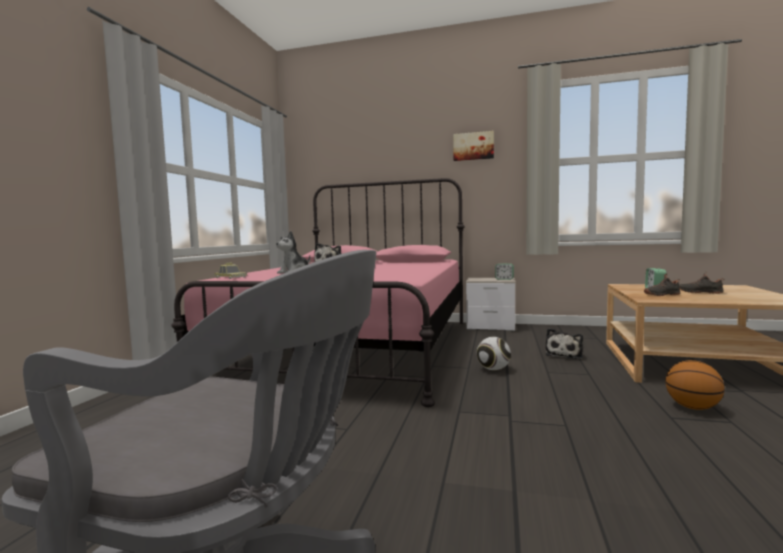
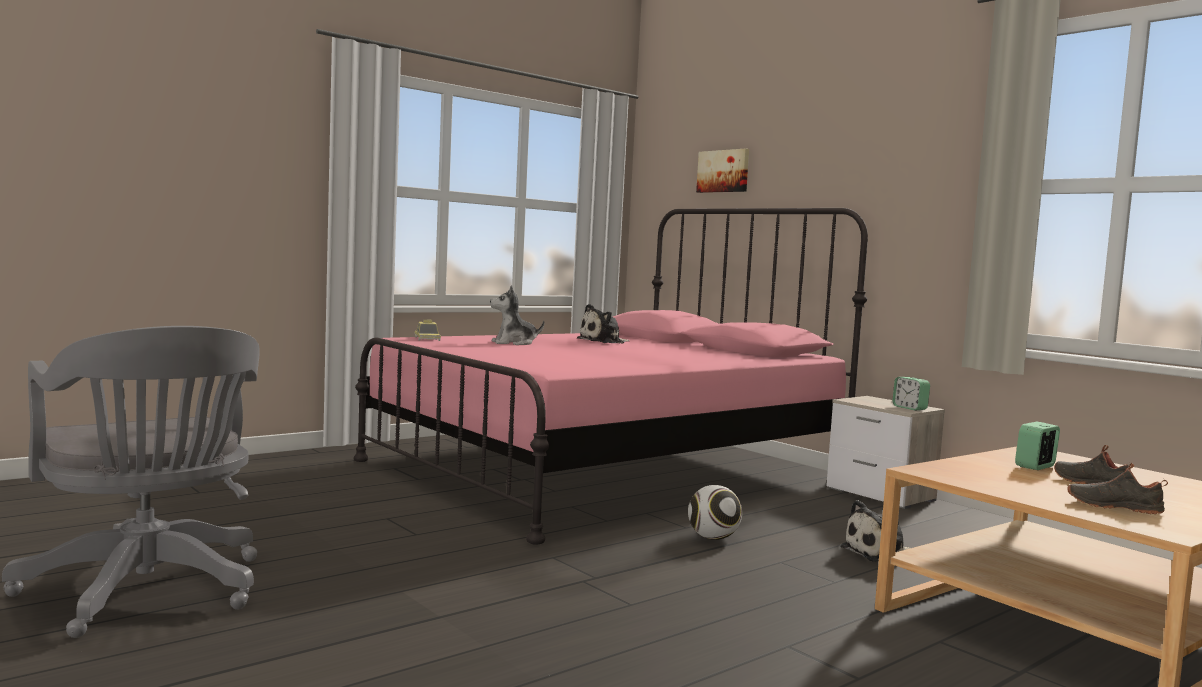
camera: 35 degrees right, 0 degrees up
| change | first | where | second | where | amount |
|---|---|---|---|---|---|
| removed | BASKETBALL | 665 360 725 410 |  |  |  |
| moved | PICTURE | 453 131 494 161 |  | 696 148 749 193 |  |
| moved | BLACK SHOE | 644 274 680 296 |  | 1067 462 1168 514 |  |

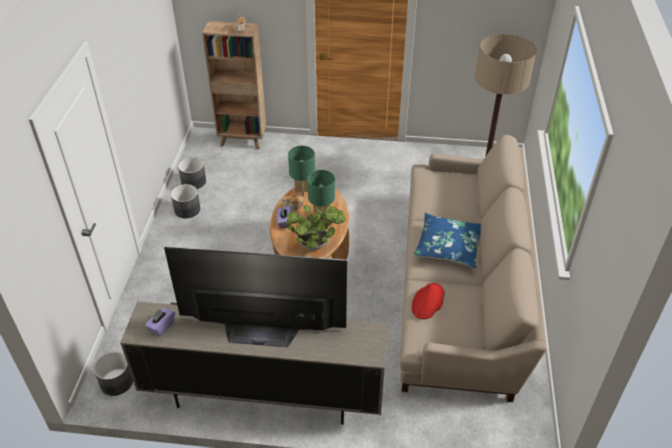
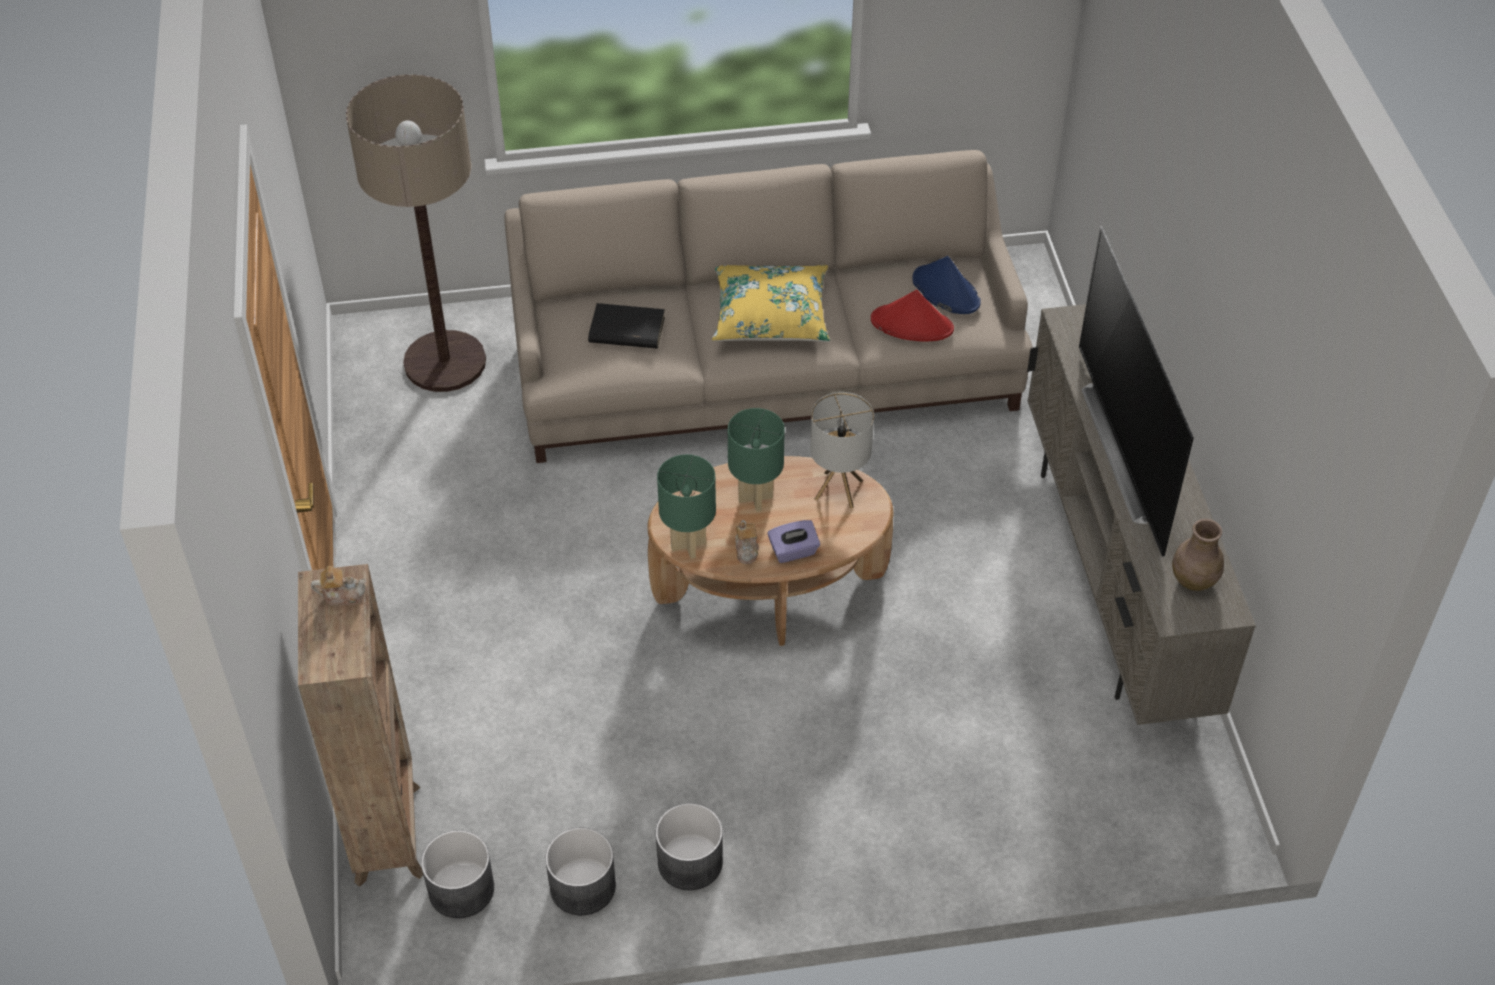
camera: 105 degrees left, 5 degrees up
| change | first | where | second | where | amount |
|---|---|---|---|---|---|
| added |  |  | BLACK BOOK | 588 303 665 349 |  |
| added |  |  | BLUE HAT | 912 256 981 314 |  |
| moved | GREY PLANTER | 94 352 133 396 |  | 421 830 494 918 |  |
| replaced | PURPLE TISSUE BOX | 145 308 175 337 | BROWN VASE | 1172 519 1224 591 |  |
| replaced | POTTED PLANT | 286 205 345 251 | TABLE LAMP | 810 392 874 509 |  |
| recoloured | BLUE PILLOW | 414 213 481 269 | YELLOW PILLOW | 712 265 830 342 |  |

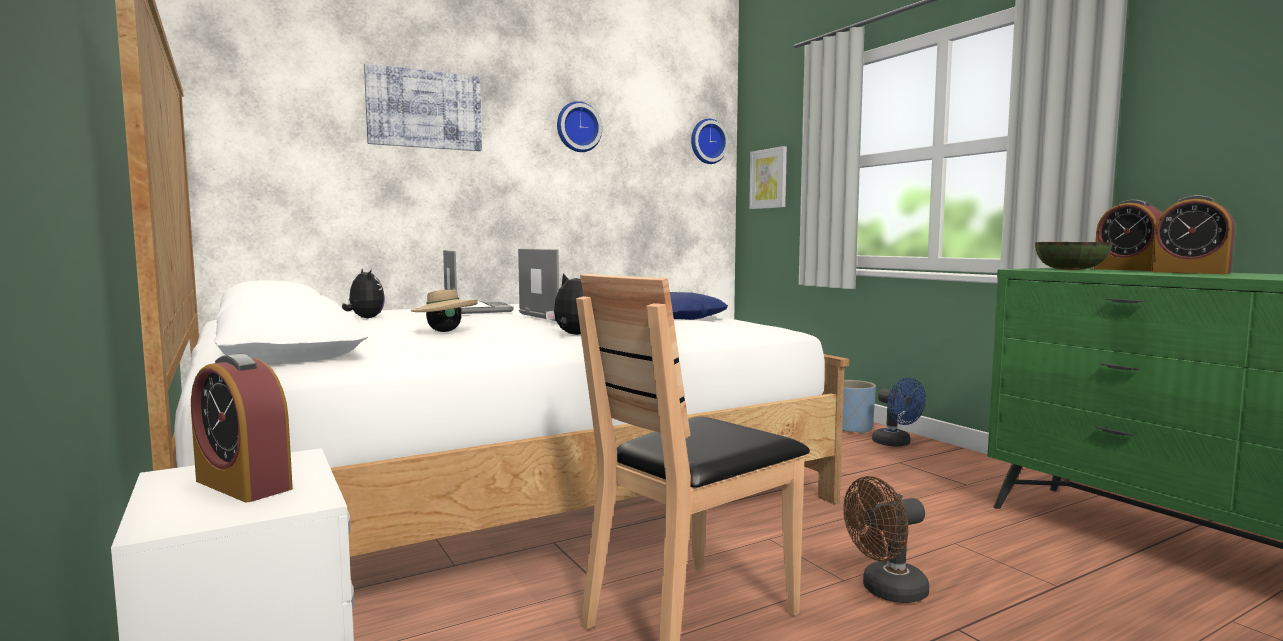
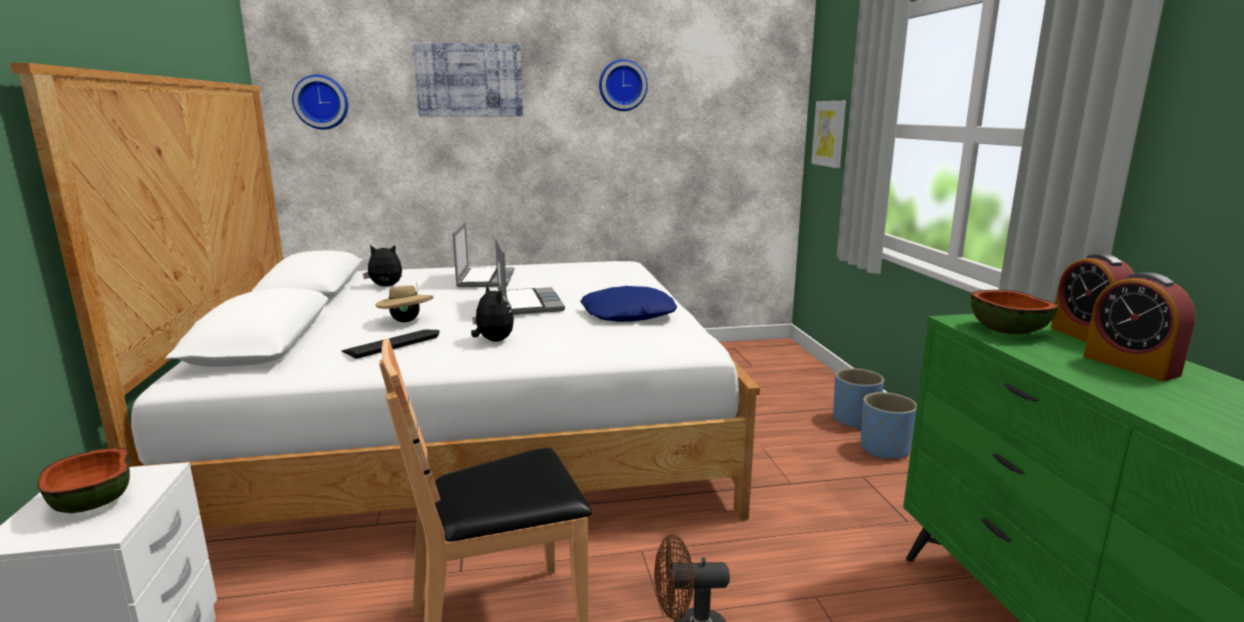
camera: 20 degrees right, 10 degrees up
| change | first | where | second | where | amount |
|---|---|---|---|---|---|
| added |  |  | KEYBOARD | 341 329 440 359 |  |
| moved | WALL CLOCK | 691 119 729 164 |  | 292 75 348 130 |  |
| replaced | ALARM CLOCK | 191 354 293 502 | BOWL | 37 447 130 513 |  |
| replaced | BLUE FAN | 872 378 926 447 | BLUE PLANTER | 860 392 917 459 |  |
| turned | PLUSH TOY | 342 268 385 318 |  | 363 244 402 286 | 75 degrees counterclockwise |

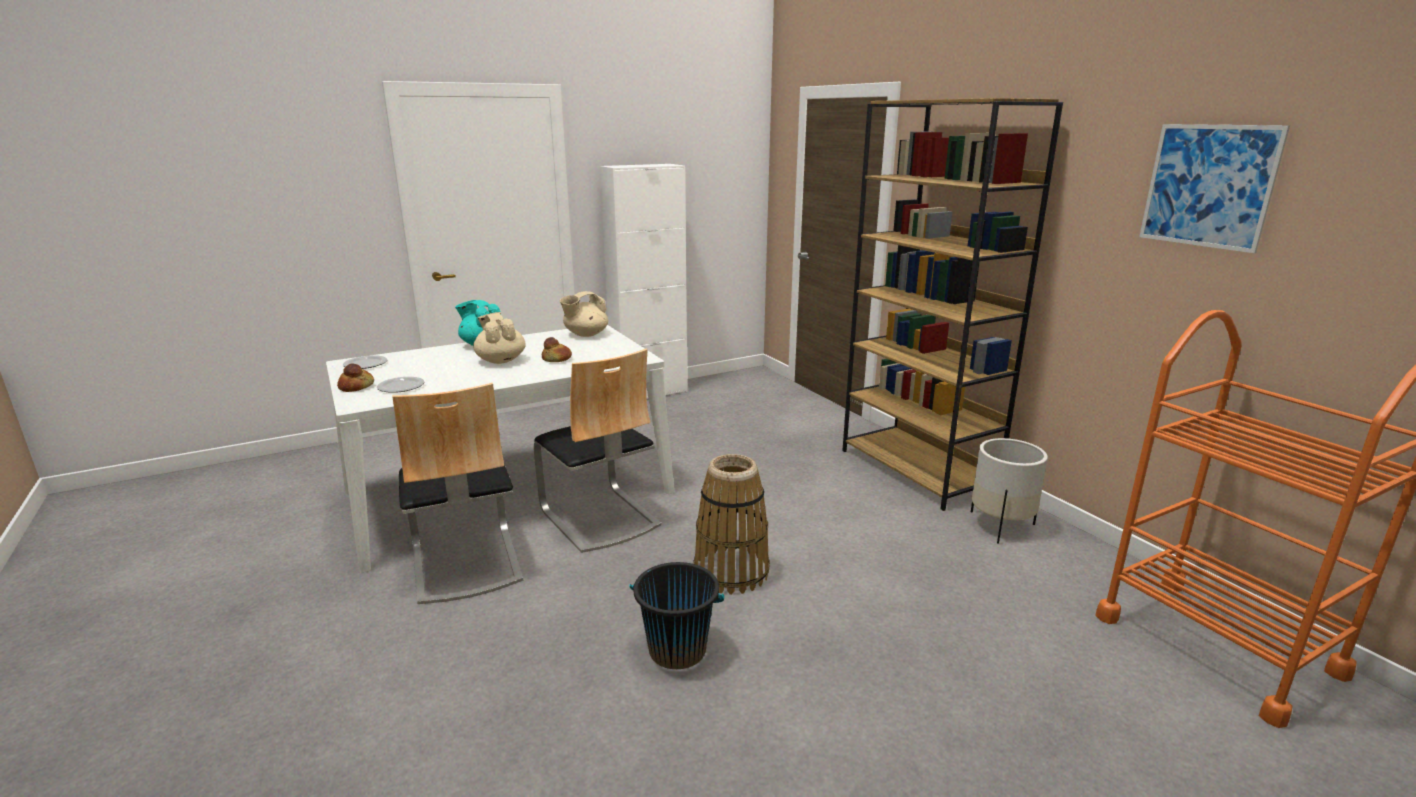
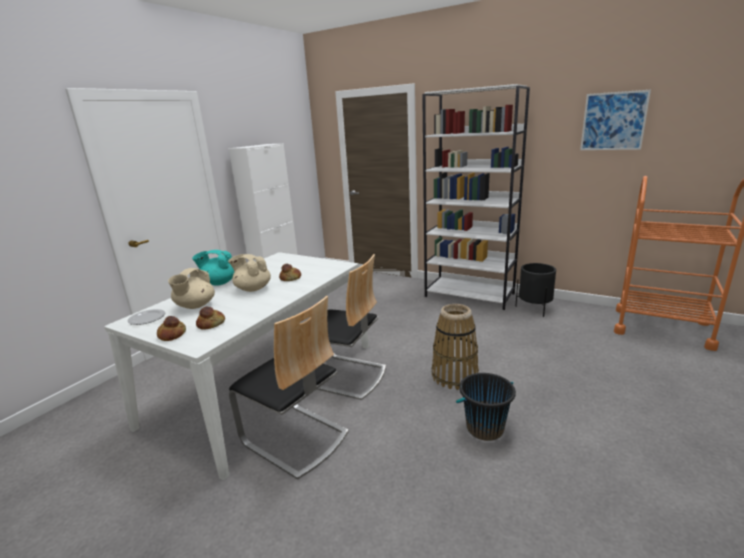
camera: 30 degrees left, 0 degrees up
| change | first | where | second | where | amount |
|---|---|---|---|---|---|
| moved | BEIGE TEAPOT | 560 291 608 337 |  | 168 268 215 309 |  |
| replaced | PLATE | 377 377 425 392 | BREAD | 196 306 225 329 |  |
| recoloured | BROWN BOOKCASE | 842 98 1063 511 | WHITE BOOKCASE | 422 84 530 310 |  |
| recoloured | WHITE PLANTER | 971 438 1048 544 | BLACK PLANTER | 515 263 556 317 |  |

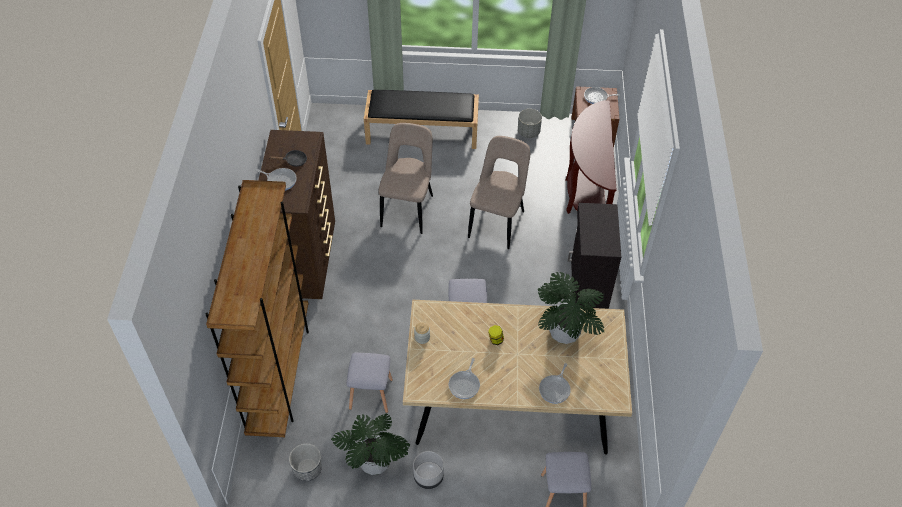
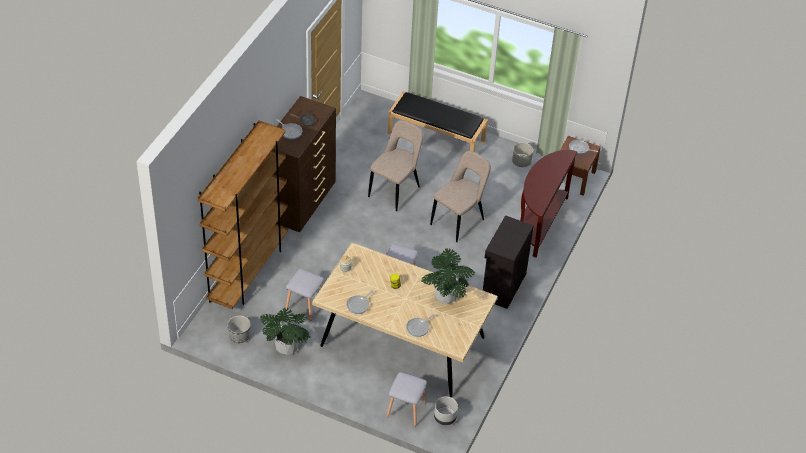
camera: 20 degrees right, 5 degrees down
| change | first | where | second | where | amount |
|---|---|---|---|---|---|
| moved | GREY PLANTER | 413 451 444 489 |  | 434 396 458 425 |  |

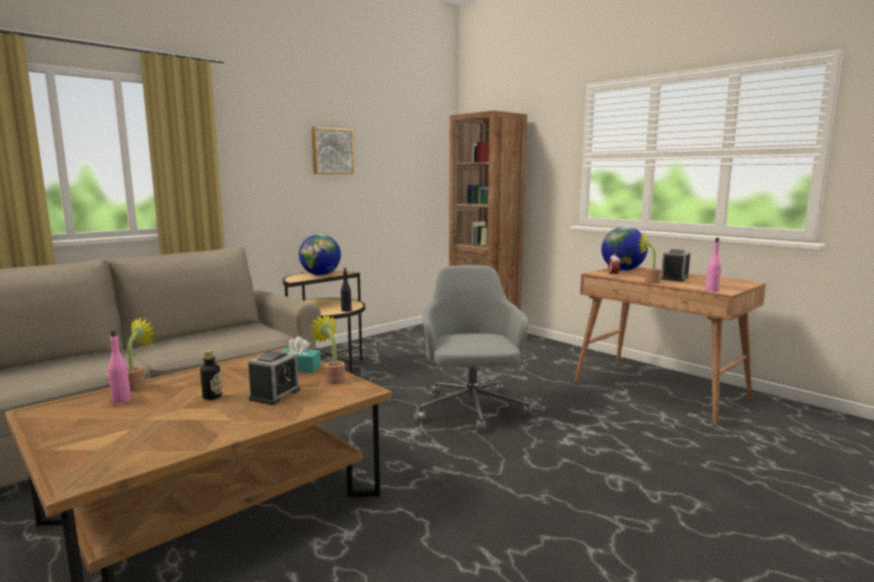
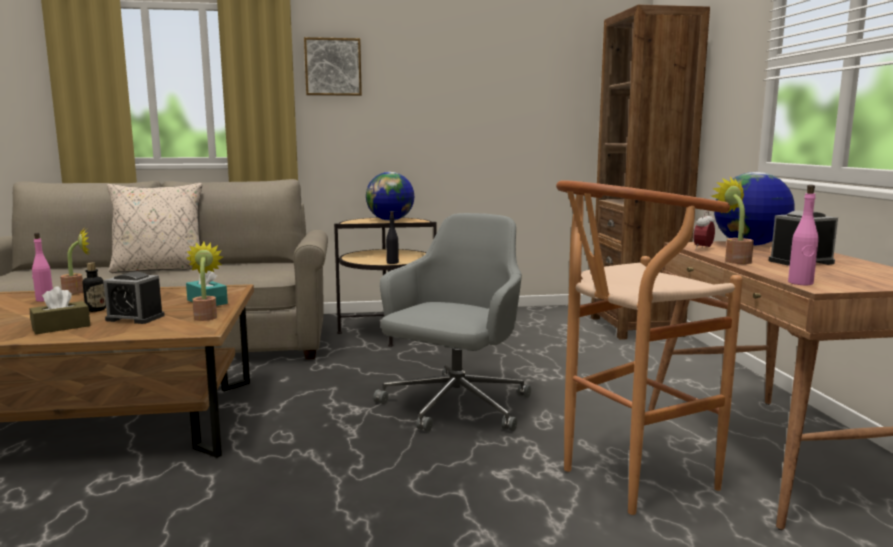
camera: 35 degrees right, 0 degrees up
| change | first | where | second | where | amount |
|---|---|---|---|---|---|
| added |  |  | BROWN TISSUE BOX | 30 287 91 334 |  |
| added |  |  | BEIGE PILLOW | 107 183 202 273 |  |
| added |  |  | BROWN STOOL | 556 180 743 515 |  |
| moved | PICTURE | 312 127 354 174 |  | 304 37 362 96 |  |
| turned | ALARM CLOCK | 248 351 300 405 |  | 103 272 165 324 | 45 degrees clockwise |

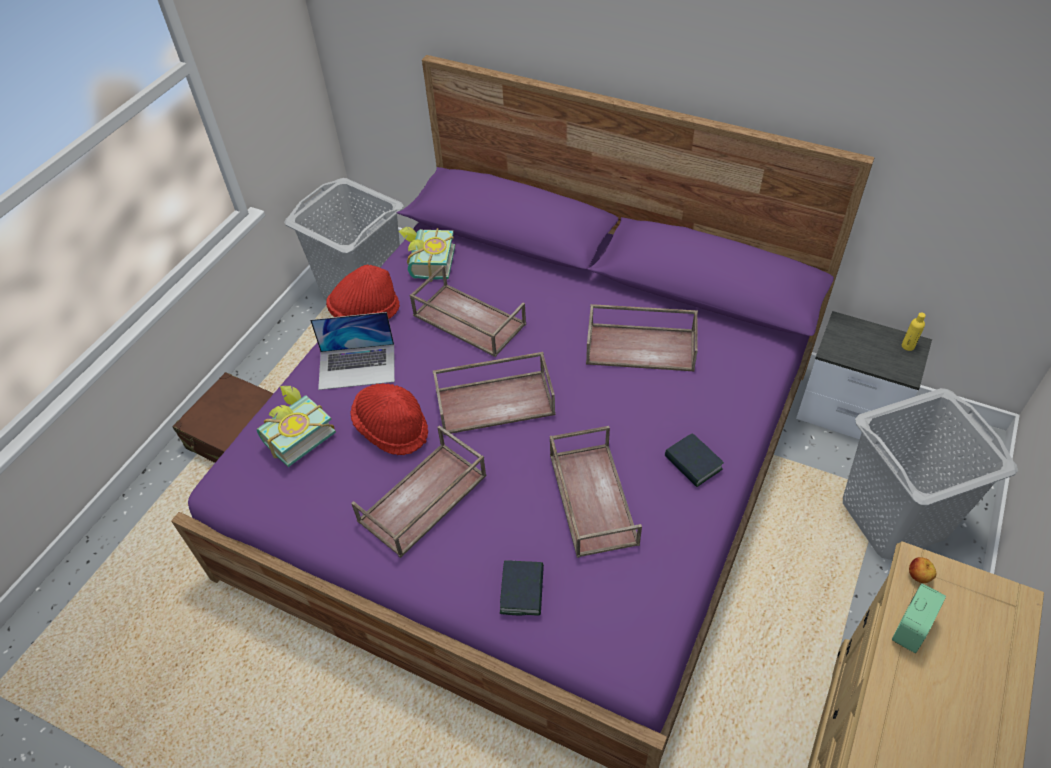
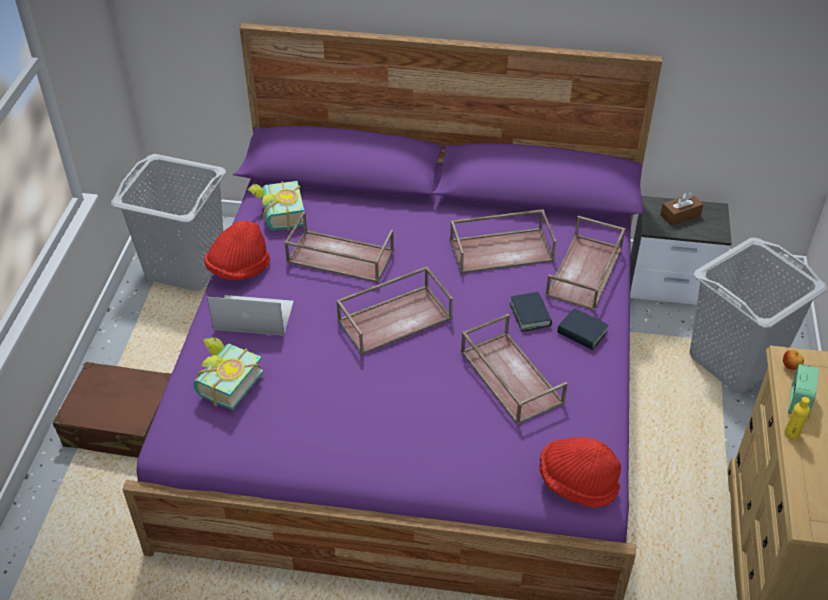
camera: 20 degrees left, 5 degrees down
| change | first | where | second | where | amount |
|---|---|---|---|---|---|
| added |  |  | BROWN TISSUE BOX | 660 192 703 226 |  |
| moved | RED HAT | 350 383 428 455 |  | 539 437 621 507 |  |
| moved | BROWN TRAY | 351 425 487 558 |  | 545 216 626 311 |  |
| moved | BOOK | 500 561 544 616 |  | 510 292 552 332 |  |
| moved | YELLOW BOTTLE | 902 312 926 351 |  | 784 397 810 439 |  |
| turned | LAPTOP | 310 312 395 390 |  | 207 295 294 336 | 150 degrees counterclockwise |

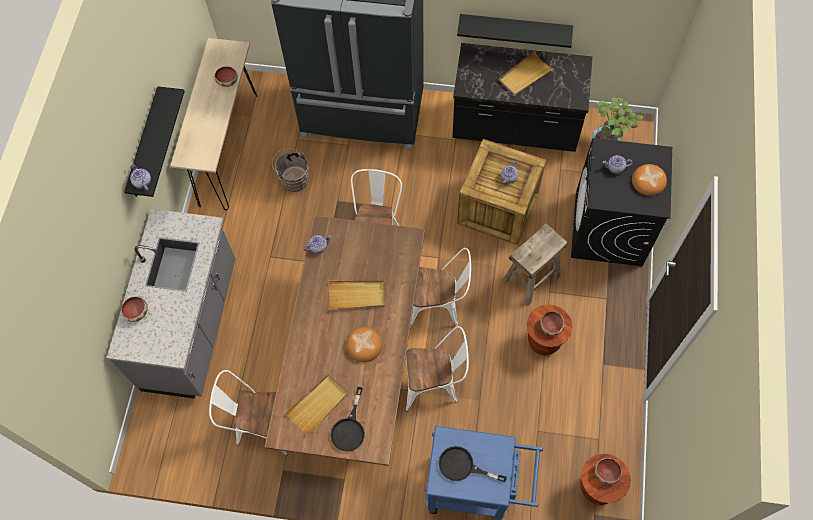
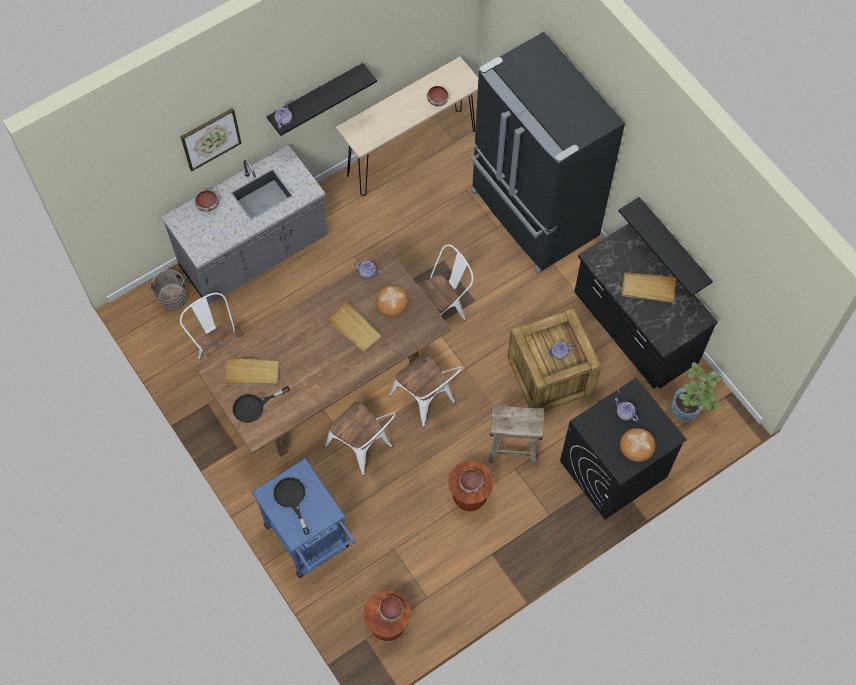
camera: 45 degrees right, 0 degrees up
| change | first | where | second | where | amount |
|---|---|---|---|---|---|
| added |  |  | PICTURE | 181 108 242 171 |  |
| moved | BROWN BUCKET | 272 148 309 192 |  | 150 265 187 311 |  |
| moved | BREAD | 346 327 382 362 |  | 376 285 409 317 |  |

